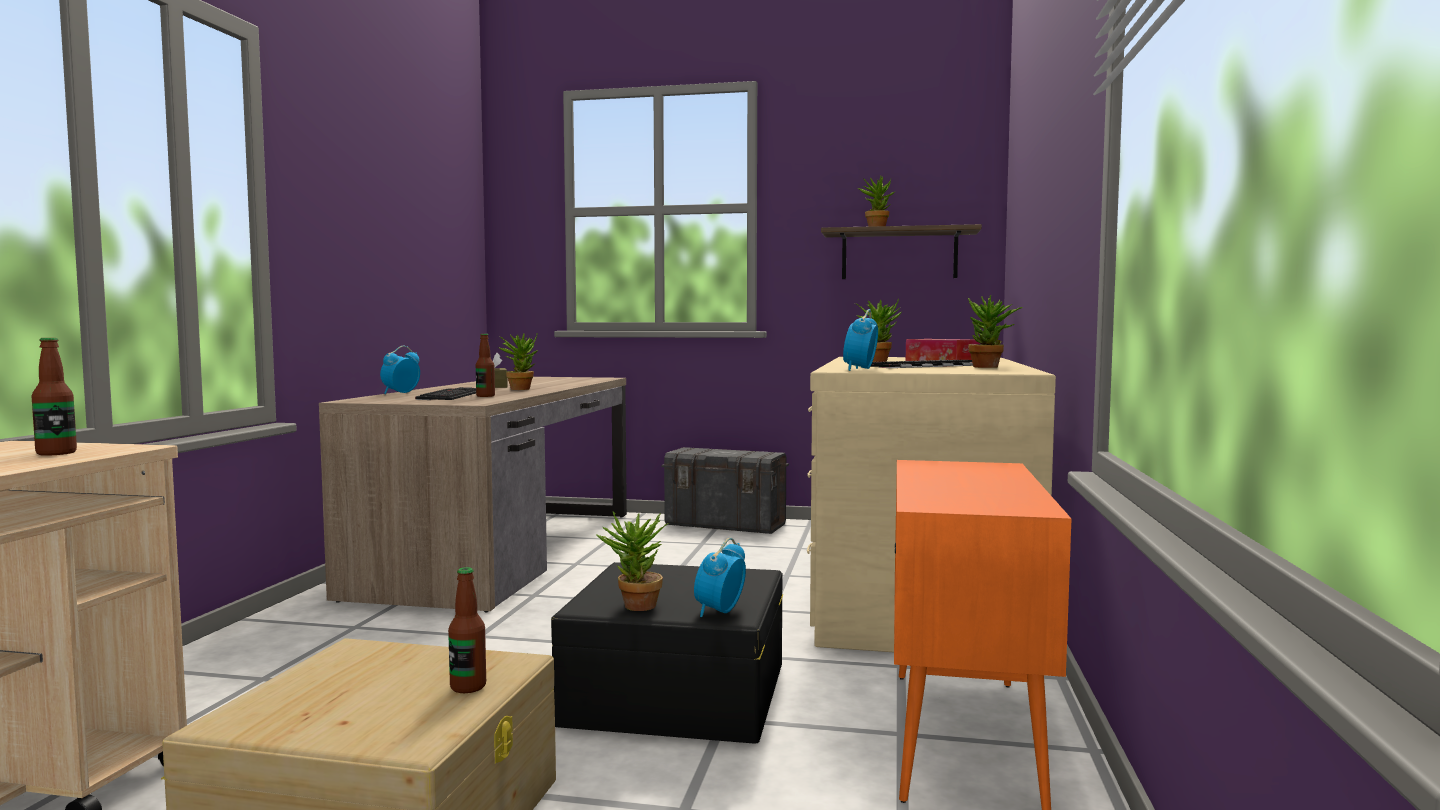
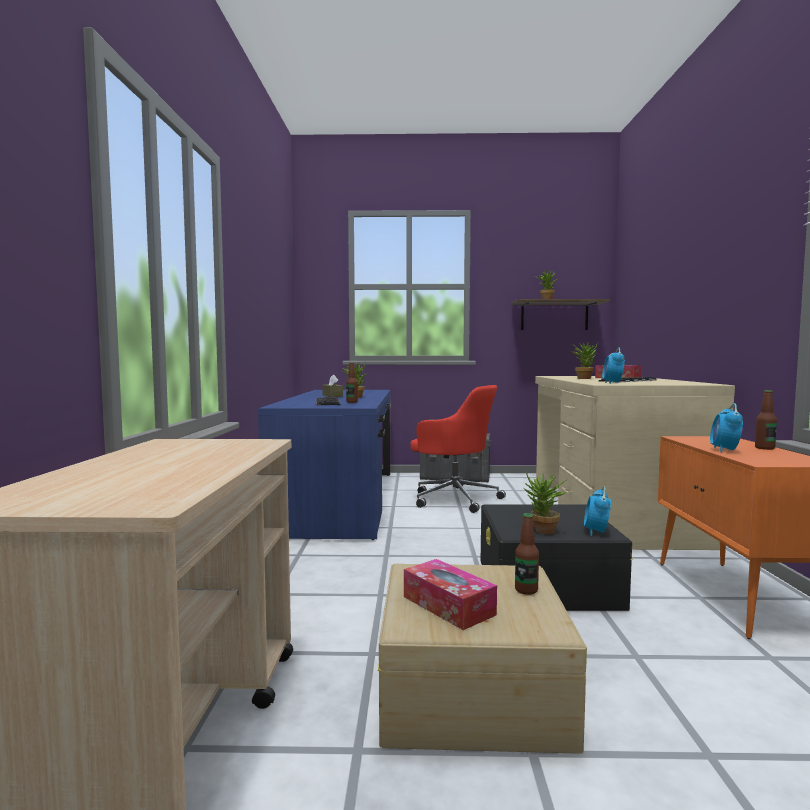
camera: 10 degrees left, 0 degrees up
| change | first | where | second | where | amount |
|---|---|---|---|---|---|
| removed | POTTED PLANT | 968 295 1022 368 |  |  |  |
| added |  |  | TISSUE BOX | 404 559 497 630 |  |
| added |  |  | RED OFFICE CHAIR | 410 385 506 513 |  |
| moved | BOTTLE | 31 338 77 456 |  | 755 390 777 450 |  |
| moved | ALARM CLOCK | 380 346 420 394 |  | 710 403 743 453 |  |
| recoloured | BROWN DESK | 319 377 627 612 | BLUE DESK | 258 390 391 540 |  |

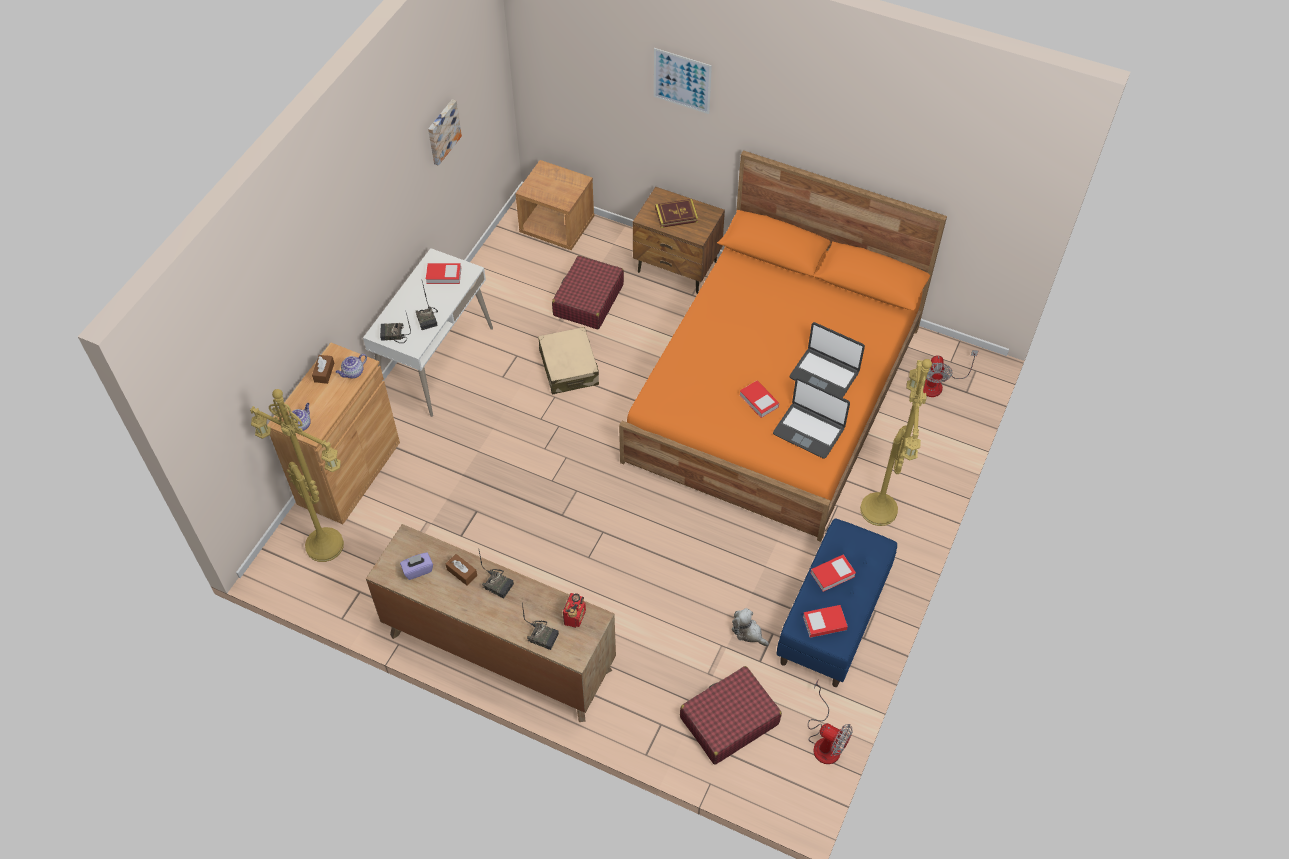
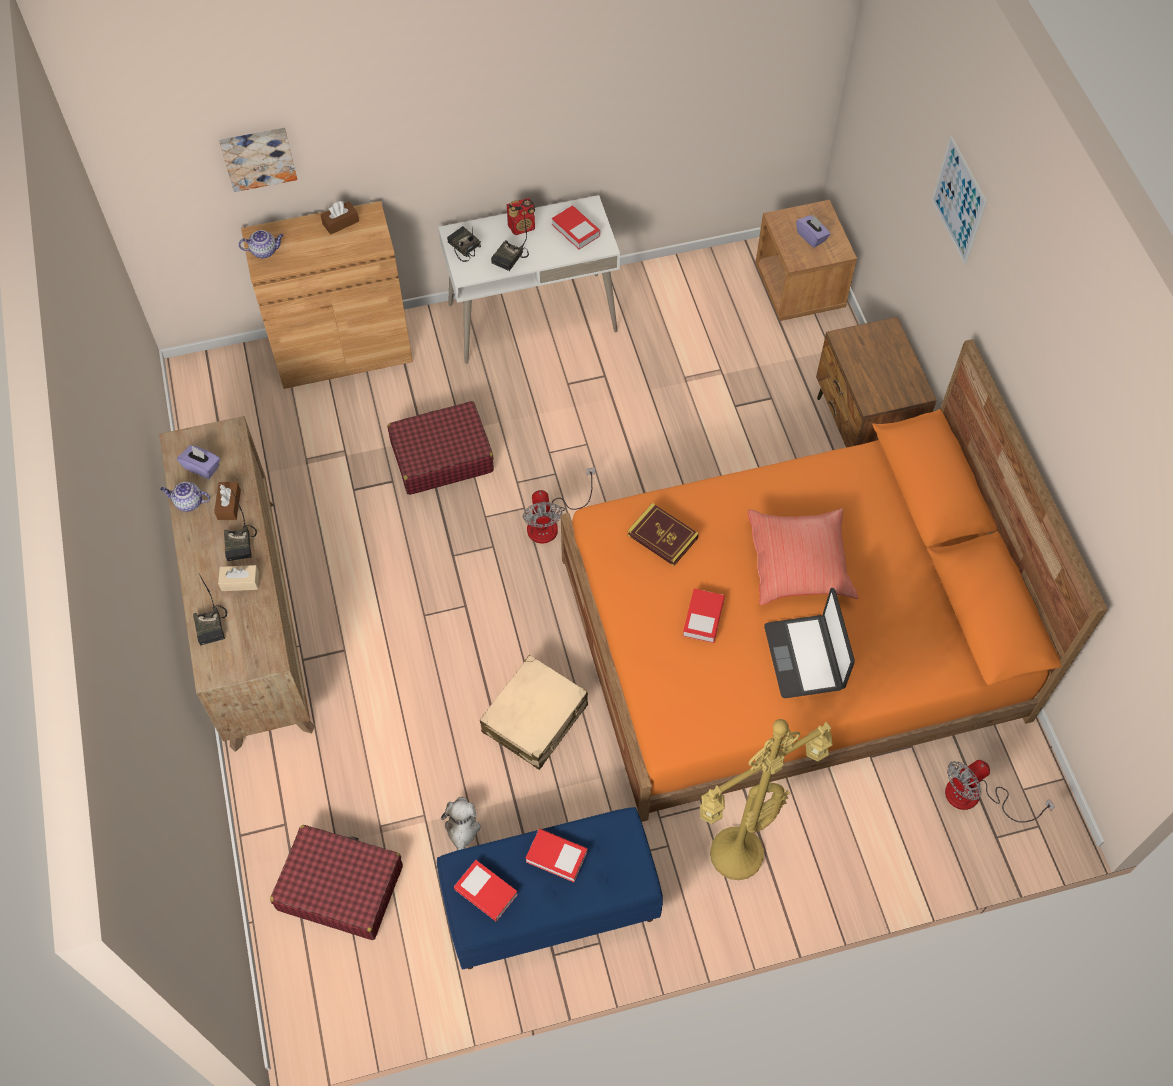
camera: 50 degrees right, 5 degrees up
| change | first | where | second | where | amount |
|---|---|---|---|---|---|
| removed | YELLOW FLOOR LAMP | 250 389 344 562 |  |  |  |
| removed | LAPTOP | 773 378 850 459 |  |  |  |
| added |  |  | BEIGE TISSUE BOX | 218 565 259 591 |  |
| added |  |  | RED PILLOW | 748 508 858 605 |  |
| added |  |  | PURPLE TISSUE BOX | 796 214 830 248 |  |
| moved | TEAPOT | 336 354 367 378 |  | 160 482 210 512 |  |
| moved | PICTURE | 428 99 462 166 |  | 219 128 297 192 |  |
| moved | BEIGE SUITCASE | 538 327 599 395 |  | 480 655 588 770 |  |
| moved | RED SUITCASE | 552 256 624 329 |  | 387 401 494 495 |  |
| moved | RADIO | 563 593 586 628 |  | 507 198 535 235 |  |
| moved | BOOK | 655 199 698 228 |  | 628 503 699 566 |  |
| moved | FAN | 808 680 853 764 |  | 523 468 595 544 |  |

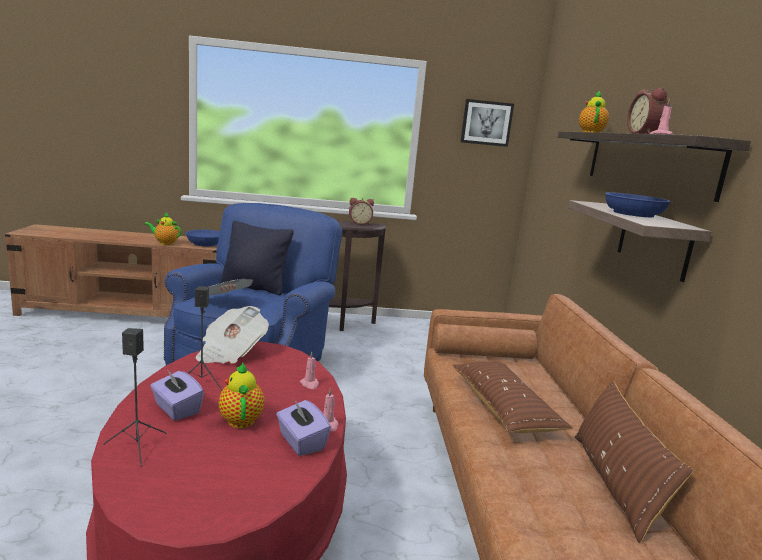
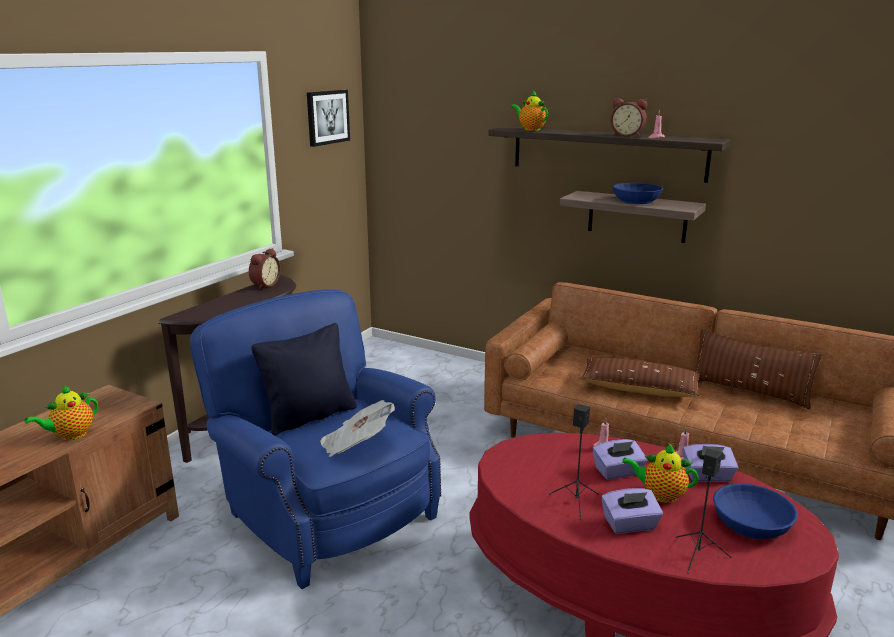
camera: 55 degrees left, 5 degrees up
| change | first | where | second | where | amount |
|---|---|---|---|---|---|
| removed | NEWSPAPER | 196 306 269 364 |  |  |  |
| added |  |  | PURPLE TISSUE BOX | 592 439 647 480 |  |
| moved | BLUE BOWL | 186 230 220 246 |  | 713 483 798 539 |  |

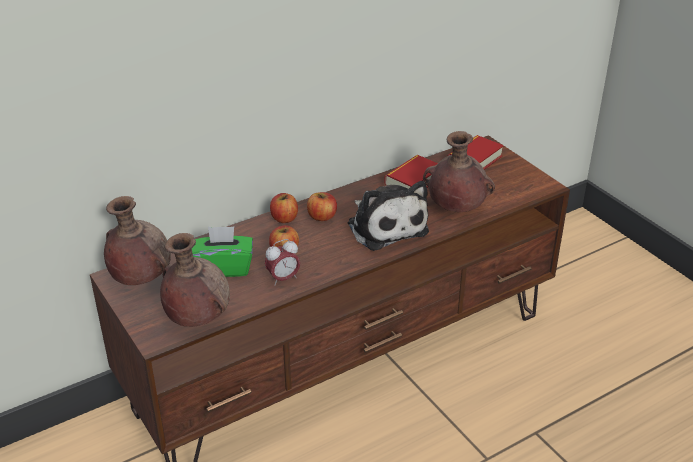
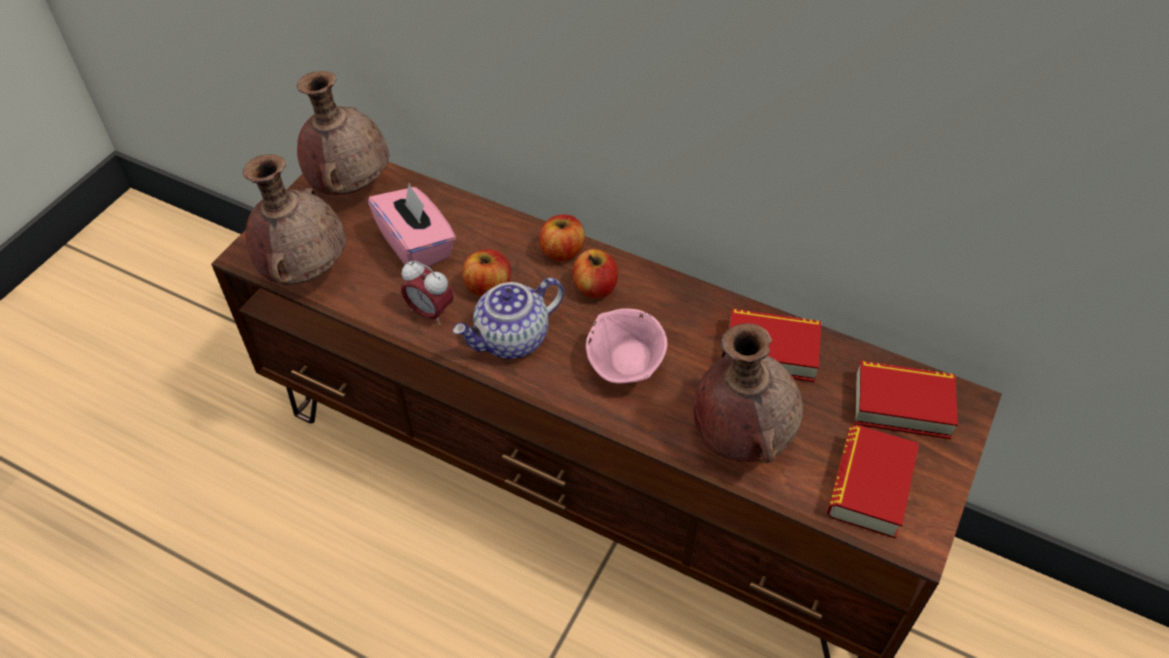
camera: 60 degrees right, 15 degrees up
| change | first | where | second | where | amount |
|---|---|---|---|---|---|
| added |  |  | TEAPOT | 453 278 564 359 |  |
| added |  |  | BOOK | 827 425 919 539 |  |
| replaced | PLUSH TOY | 348 181 429 251 | PINK BOWL | 586 308 667 384 |  |
| recoloured | GREEN TISSUE BOX | 192 227 253 277 | PINK TISSUE BOX | 368 183 456 268 |  |

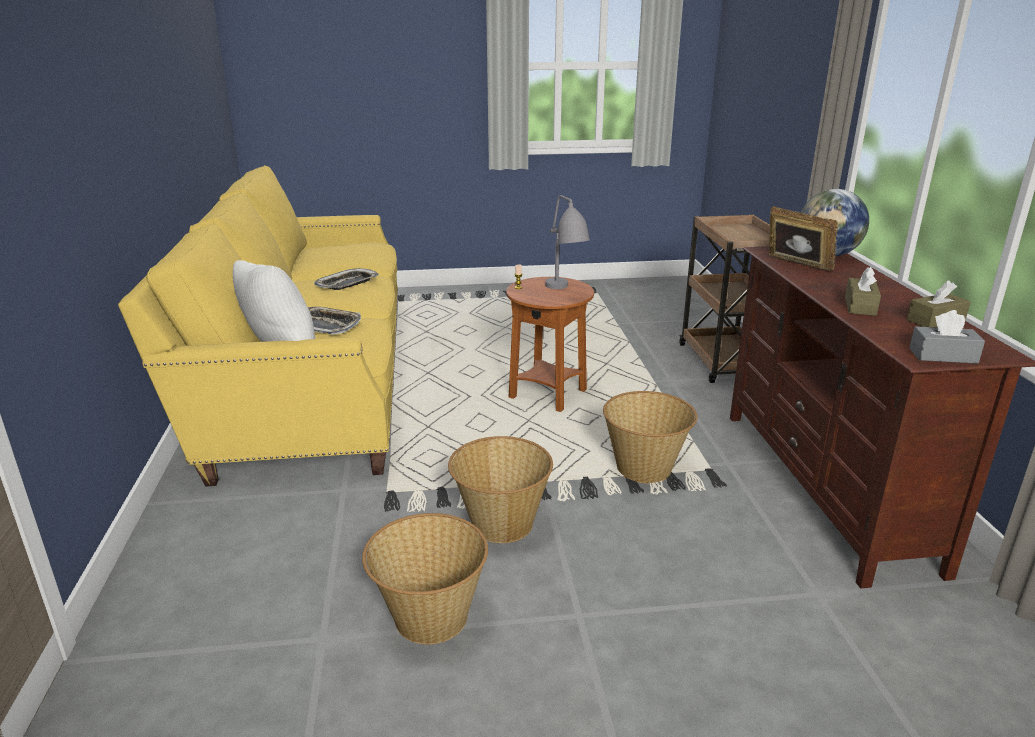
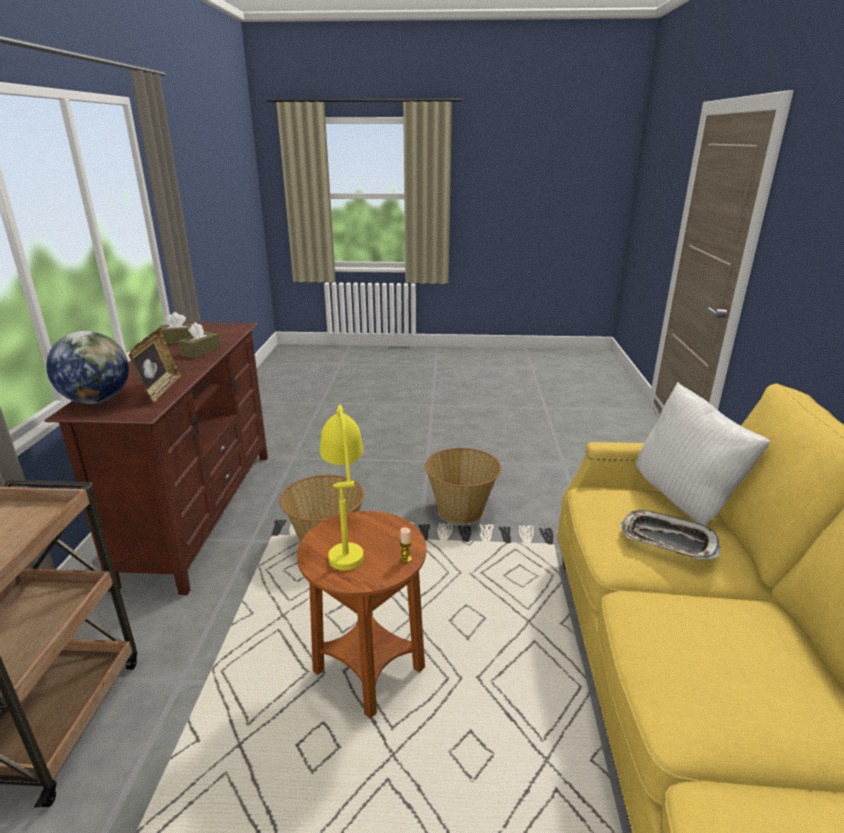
camera: 170 degrees left, 0 degrees up
| change | first | where | second | where | amount |
|---|---|---|---|---|---|
| removed | TRAY | 314 268 379 290 |  |  |  |
| removed | BASKET | 362 513 488 644 |  |  |  |
| removed | GREY TISSUE BOX | 909 310 985 364 |  |  |  |
| recoloured | GREY TABLE LAMP | 545 195 590 289 | YELLOW TABLE LAMP | 320 405 364 570 |  |
| turned | PICTURE FRAME | 769 206 838 271 |  | 129 328 182 402 | 150 degrees counterclockwise |

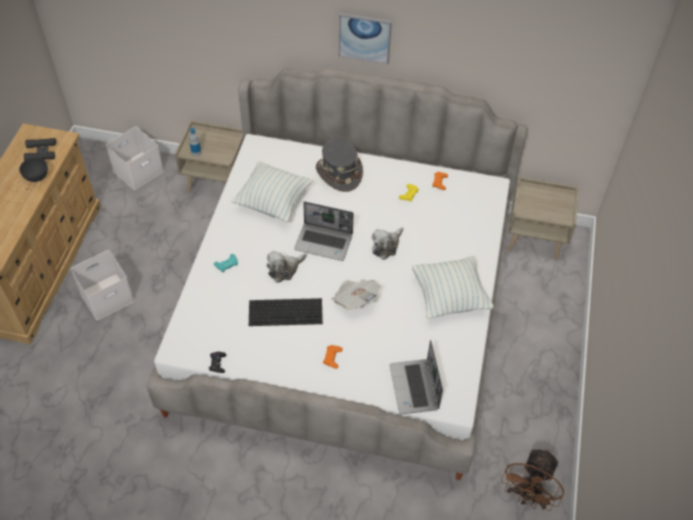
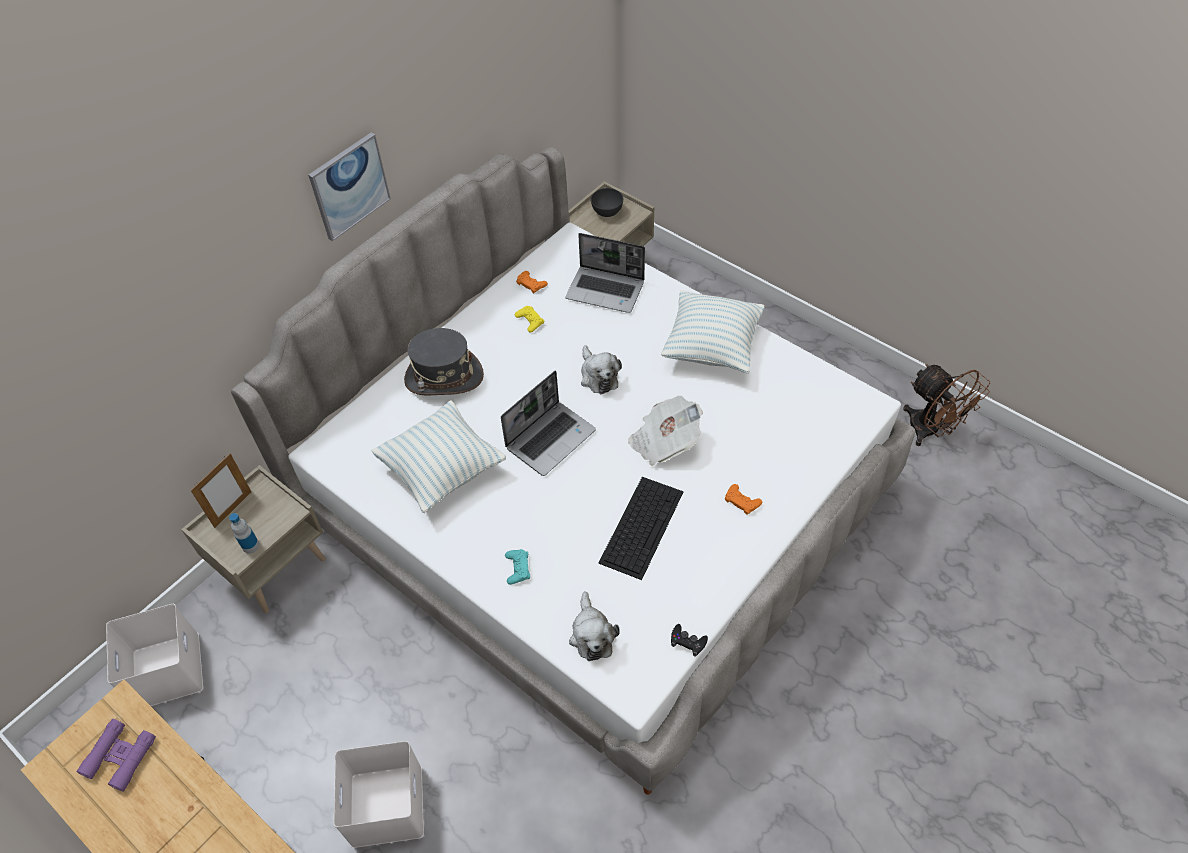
camera: 60 degrees left, 0 degrees up
| change | first | where | second | where | amount |
|---|---|---|---|---|---|
| added |  |  | PICTURE FRAME | 191 453 251 528 |  |
| moved | GREY BOWL | 19 157 48 182 |  | 591 188 623 217 |  |
| moved | PLUSH TOY | 266 251 307 283 |  | 569 592 620 661 |  |
| moved | LAPTOP | 389 340 443 415 |  | 565 233 645 313 |  |
| recoloured | BLACK BINOCULARS | 24 138 56 161 | PURPLE BINOCULARS | 76 719 156 791 |  |

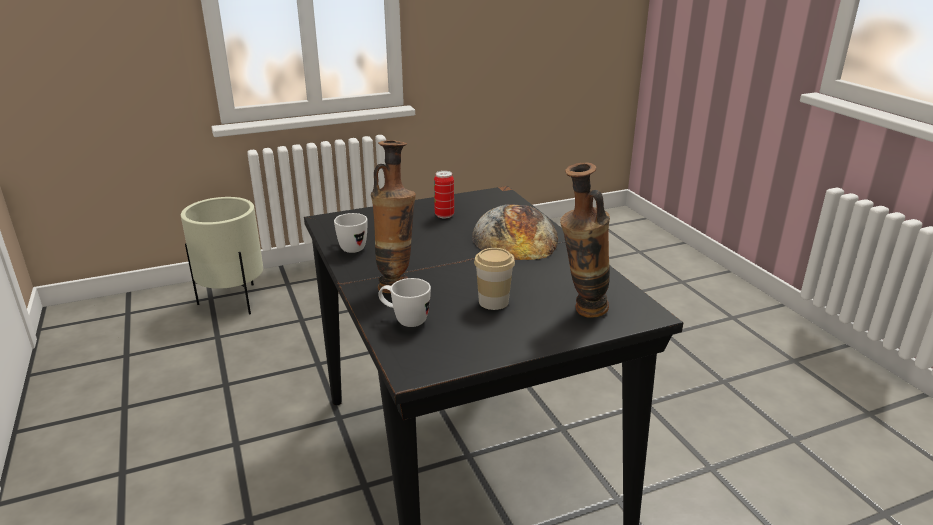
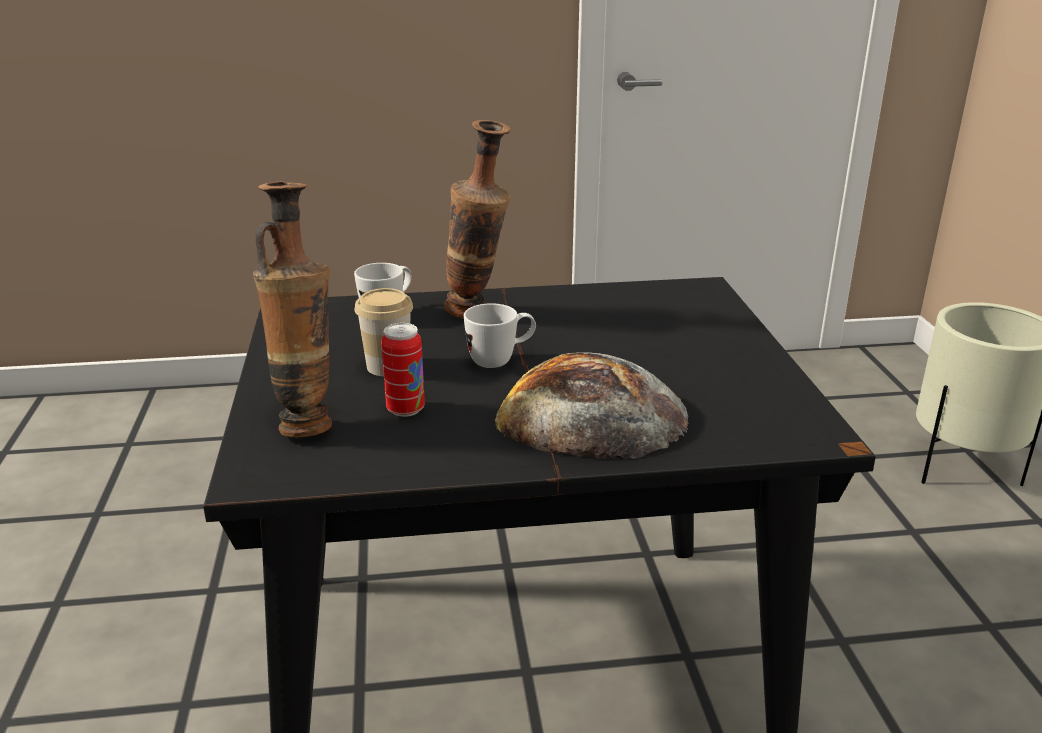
camera: 105 degrees right, 0 degrees up
| change | first | where | second | where | amount |
|---|---|---|---|---|---|
| moved | WHITE MUG | 334 213 367 253 |  | 464 303 536 368 |  |
| moved | CAN | 434 170 454 219 |  | 381 323 425 417 |  |

